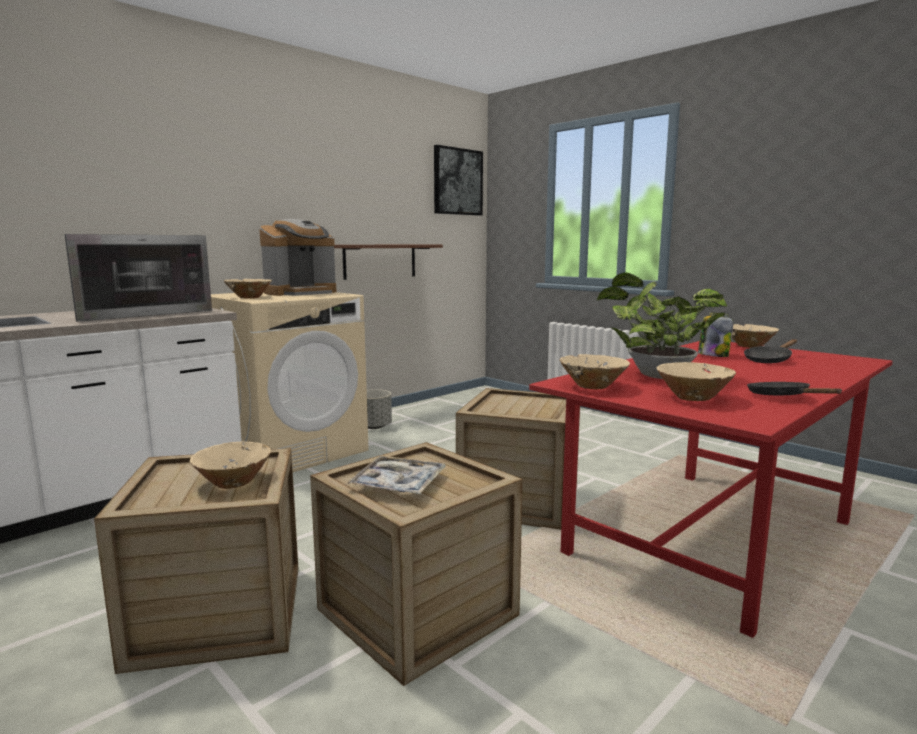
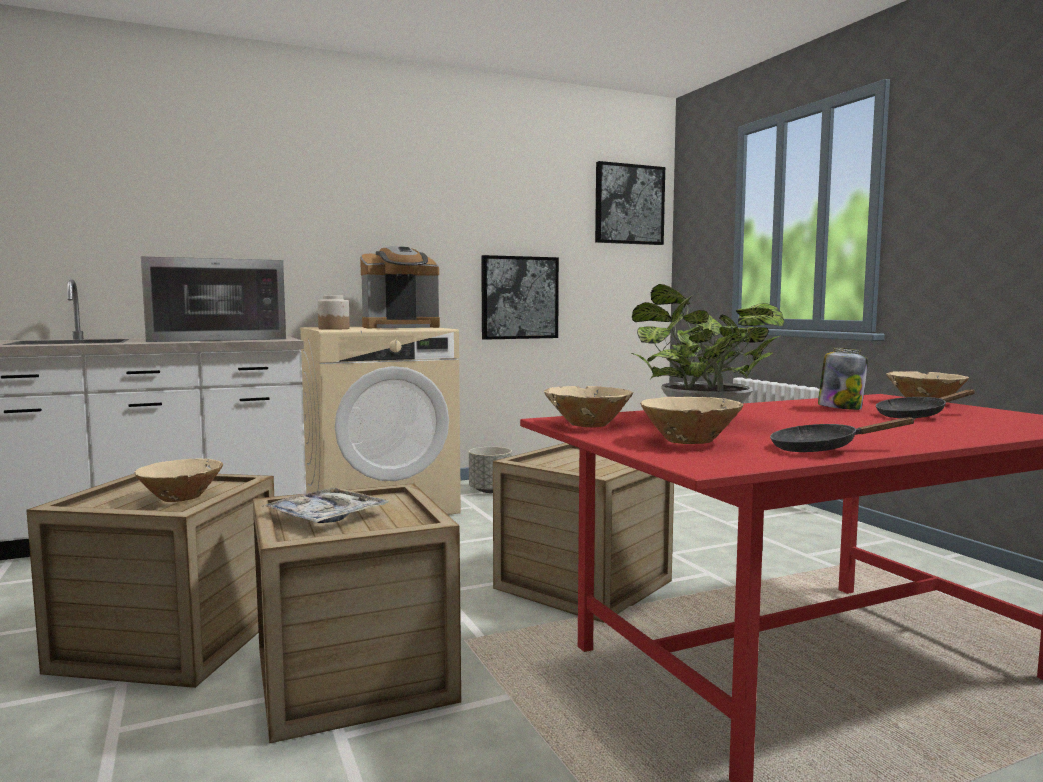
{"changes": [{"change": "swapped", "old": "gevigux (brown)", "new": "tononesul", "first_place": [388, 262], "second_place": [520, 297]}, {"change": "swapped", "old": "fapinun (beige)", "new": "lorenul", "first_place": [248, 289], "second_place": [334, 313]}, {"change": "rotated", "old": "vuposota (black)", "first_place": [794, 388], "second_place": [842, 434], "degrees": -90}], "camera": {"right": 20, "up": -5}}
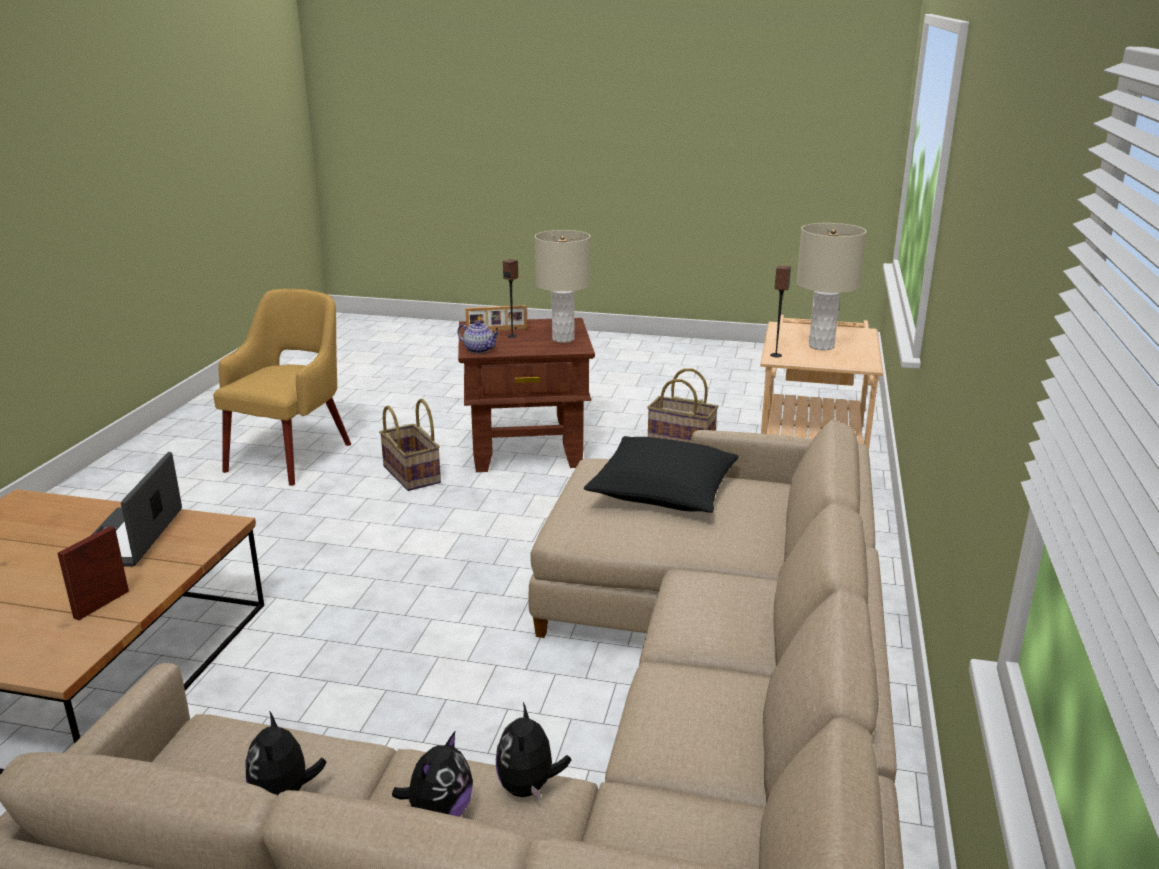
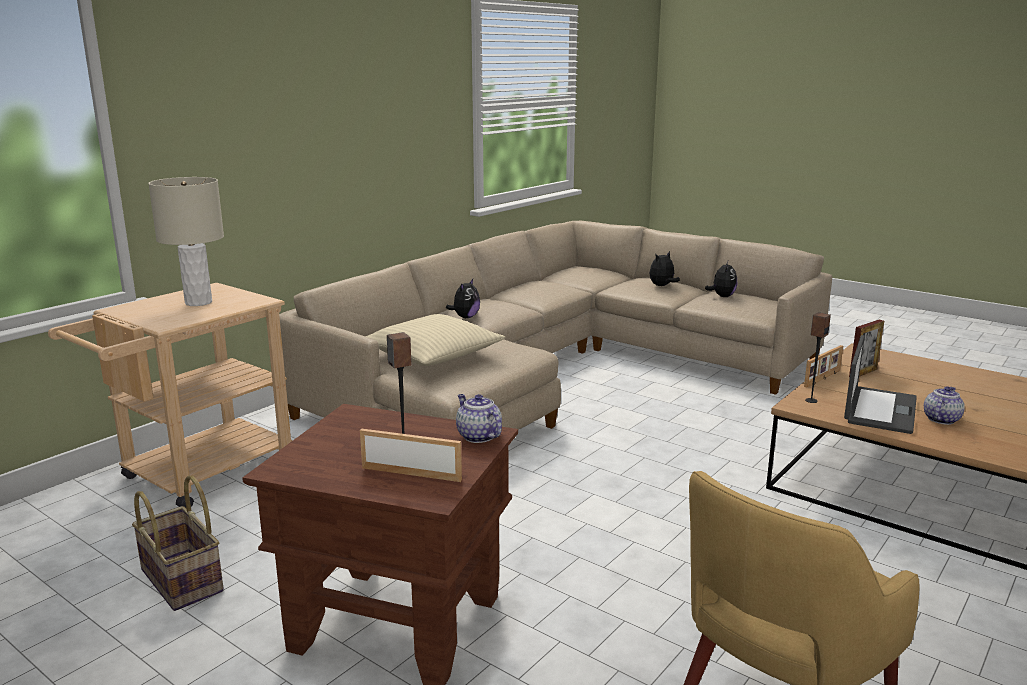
{"changes": [{"change": "gone", "old": "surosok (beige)", "first_place": [562, 286]}, {"change": "shifted", "old": "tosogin", "first_place": [780, 311], "second_place": [818, 357]}, {"change": "gone", "old": "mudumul", "first_place": [410, 445]}, {"change": "repainted", "old": "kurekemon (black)", "new": "kurekemon (beige)", "first_place": [661, 474], "second_place": [435, 340]}, {"change": "shifted", "old": "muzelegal", "first_place": [533, 750], "second_place": [463, 298]}, {"change": "new", "new": "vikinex", "second_place": [823, 366]}, {"change": "new", "new": "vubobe", "second_place": [944, 406]}], "camera": {"right": -155, "up": -5}}
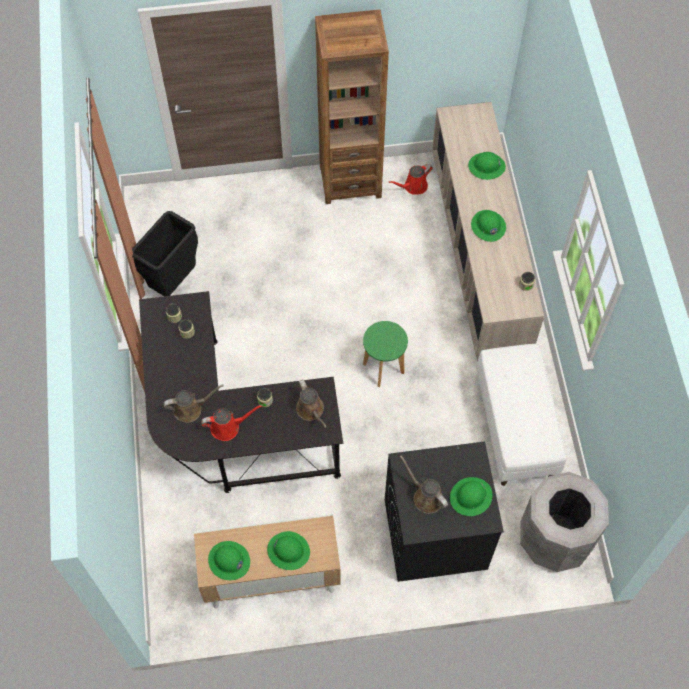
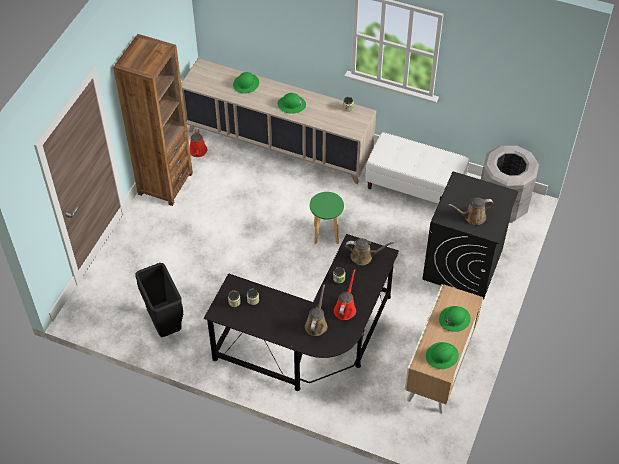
{"changes": [{"change": "gone", "old": "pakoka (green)", "first_place": [471, 496]}], "camera": {"right": -60, "up": -10}}
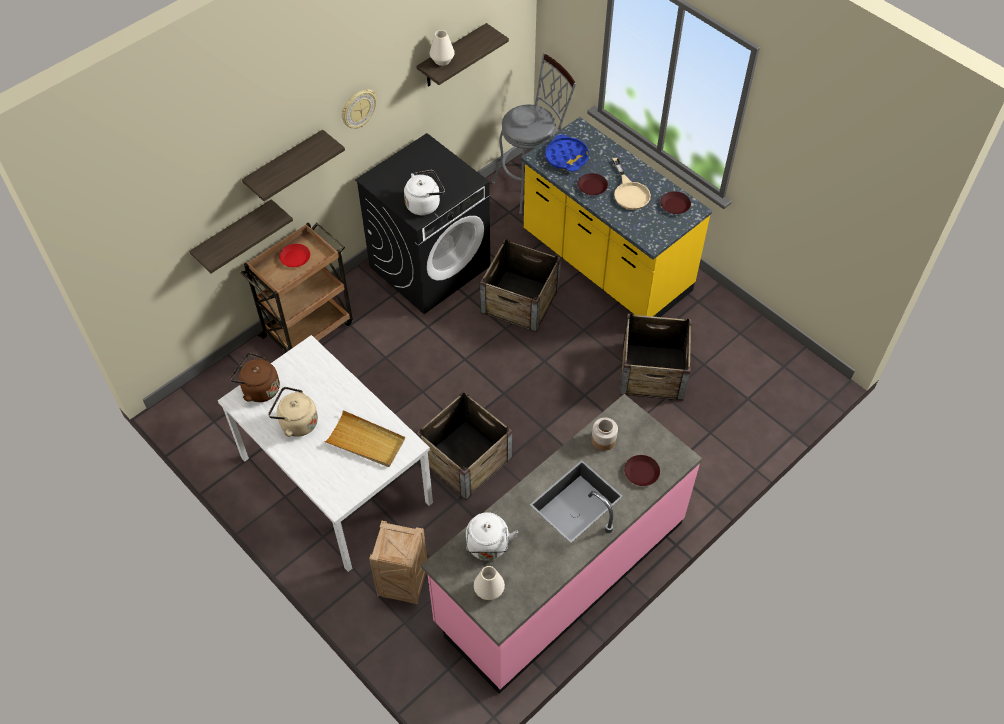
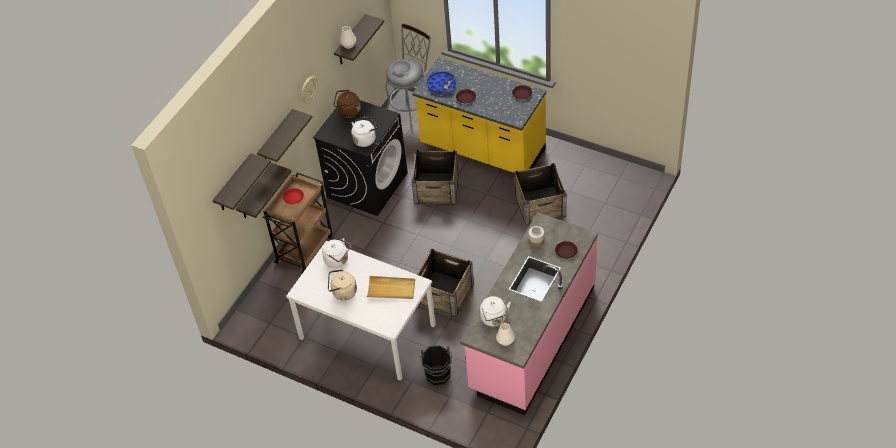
{"changes": [{"change": "gone", "old": "vuposota (beige)", "first_place": [631, 184]}, {"change": "shifted", "old": "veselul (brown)", "first_place": [255, 377], "second_place": [347, 104]}, {"change": "swapped", "old": "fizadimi", "new": "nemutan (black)", "first_place": [398, 562], "second_place": [436, 365]}, {"change": "new", "new": "gevigux", "second_place": [241, 181]}, {"change": "new", "new": "veselul (white)", "second_place": [336, 253]}], "camera": {"right": -15, "up": -5}}
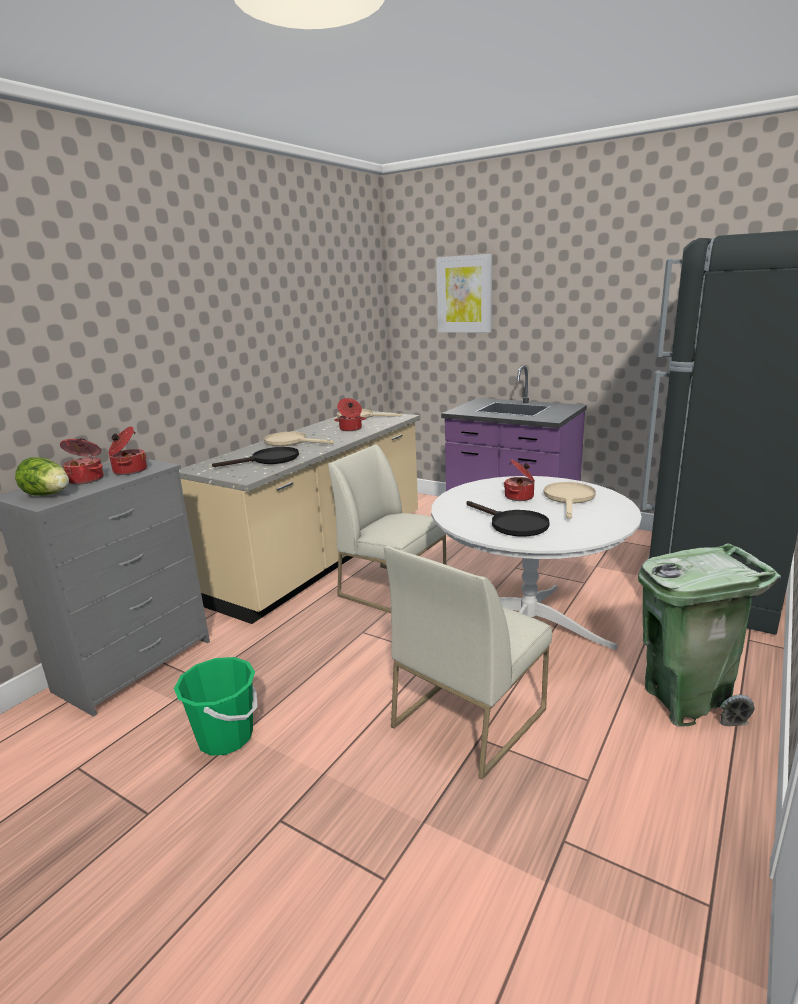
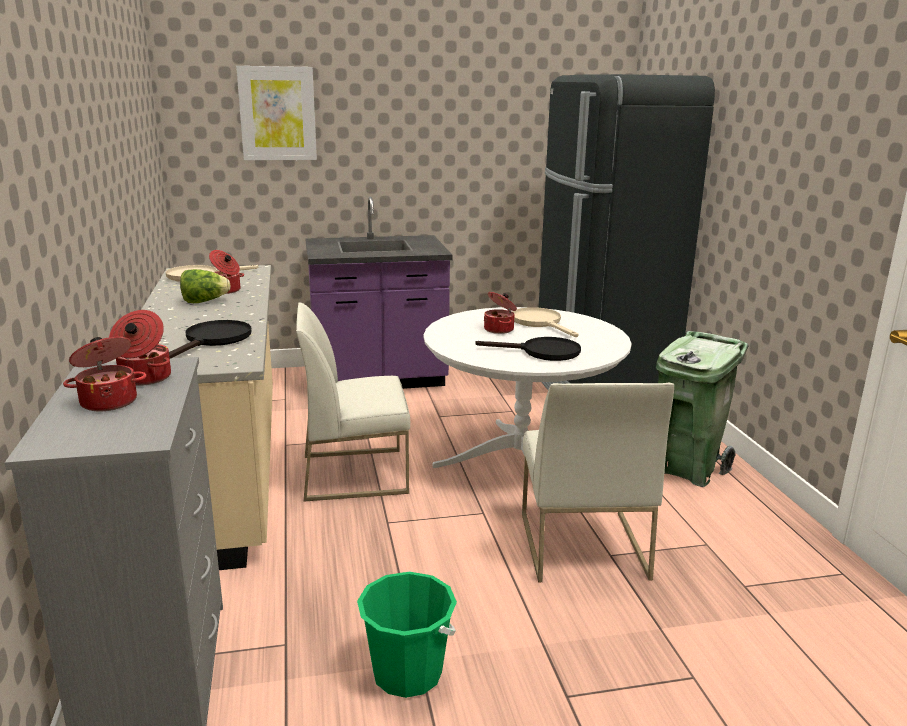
{"changes": [{"change": "gone", "old": "vuposota (beige)", "first_place": [299, 439]}, {"change": "shifted", "old": "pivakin", "first_place": [42, 476], "second_place": [205, 286]}], "camera": {"right": -45, "up": 0}}
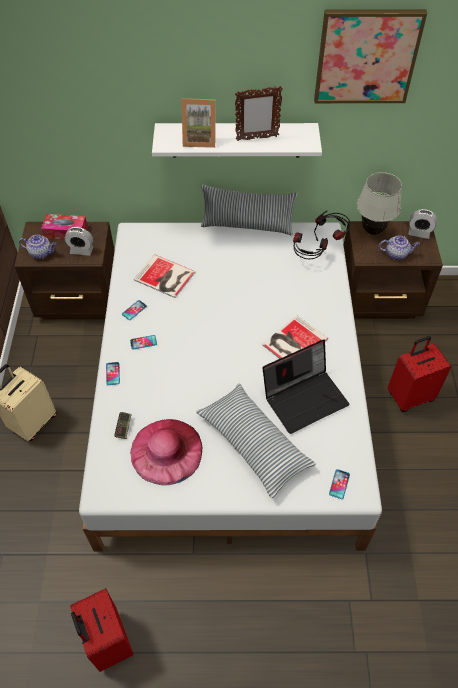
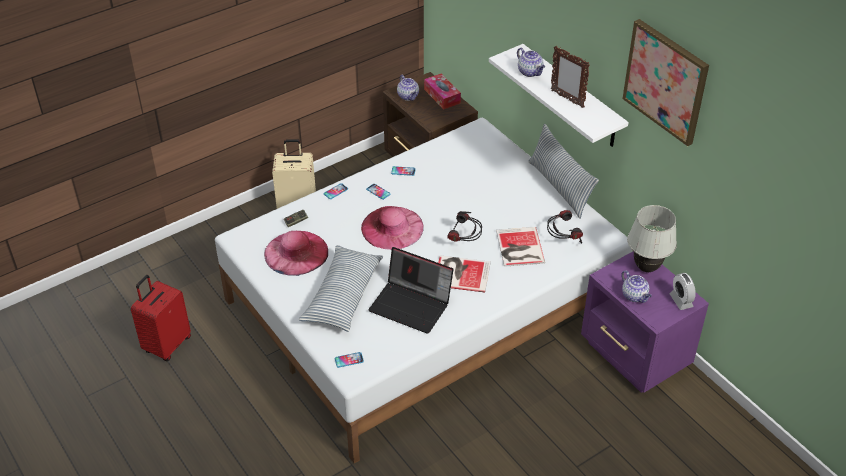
{"changes": [{"change": "swapped", "old": "vikinex", "new": "vubobe", "first_place": [199, 123], "second_place": [531, 62]}, {"change": "shifted", "old": "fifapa", "first_place": [332, 225], "second_place": [464, 226]}, {"change": "repainted", "old": "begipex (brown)", "new": "begipex (purple)", "first_place": [393, 270], "second_place": [645, 322]}, {"change": "gone", "old": "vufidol", "first_place": [79, 241]}, {"change": "shifted", "old": "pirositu", "first_place": [164, 276], "second_place": [520, 247]}, {"change": "gone", "old": "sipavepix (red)", "first_place": [419, 374]}, {"change": "new", "new": "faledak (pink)", "second_place": [392, 228]}], "camera": {"right": 55, "up": -10}}
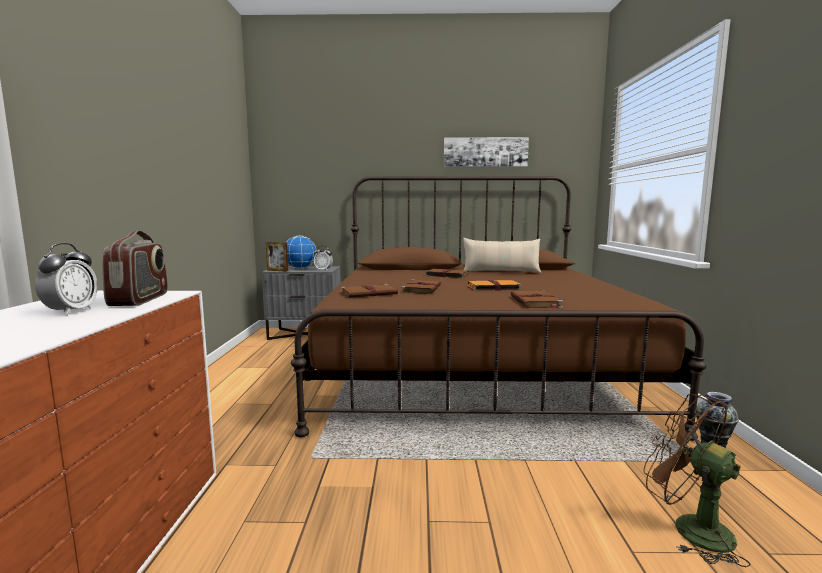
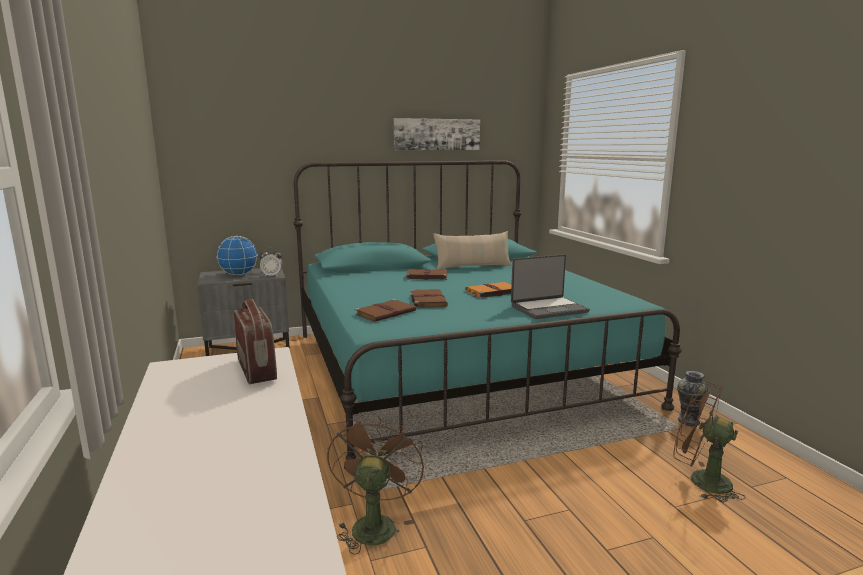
{"changes": [{"change": "repainted", "old": "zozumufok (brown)", "new": "zozumufok (turquoise)", "first_place": [499, 308], "second_place": [487, 315]}, {"change": "gone", "old": "vikinex", "first_place": [277, 257]}, {"change": "gone", "old": "vufidol", "first_place": [66, 279]}, {"change": "swapped", "old": "pirositu (brown)", "new": "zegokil", "first_place": [537, 300], "second_place": [550, 286]}, {"change": "new", "new": "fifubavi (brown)", "second_place": [375, 484]}], "camera": {"right": -20, "up": 5}}
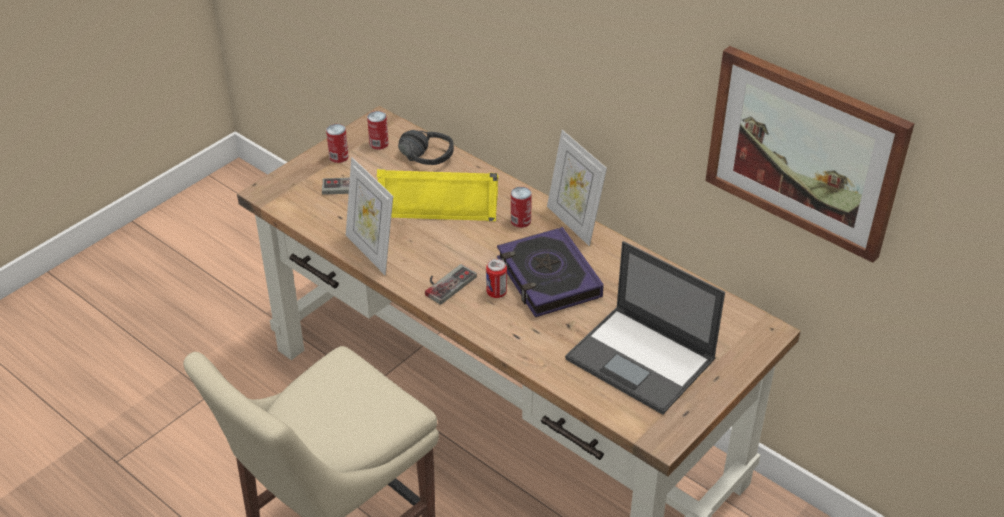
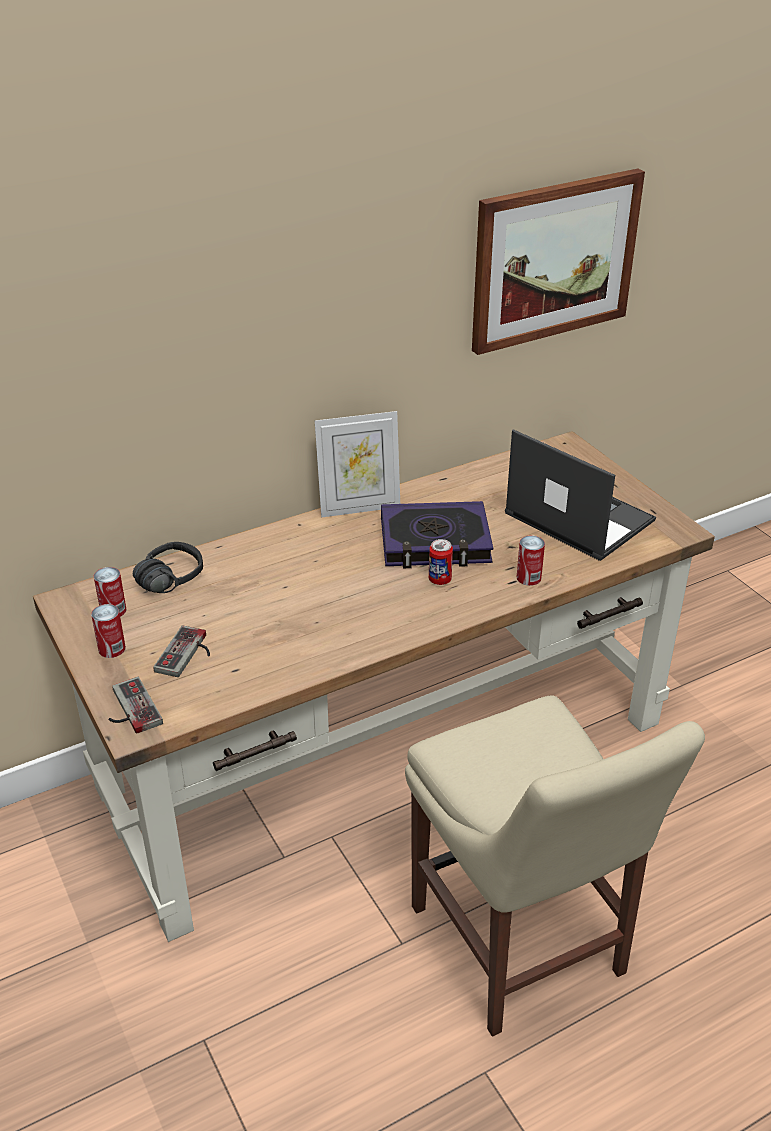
{"changes": [{"change": "gone", "old": "vikinex", "first_place": [369, 216]}, {"change": "gone", "old": "tosogin (yellow)", "first_place": [437, 195]}, {"change": "shifted", "old": "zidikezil", "first_place": [521, 207], "second_place": [531, 560]}, {"change": "rotated", "old": "zegokil", "first_place": [645, 328], "second_place": [580, 495], "degrees": -105}, {"change": "shifted", "old": "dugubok", "first_place": [451, 284], "second_place": [136, 705]}], "camera": {"right": -70, "up": -5}}
